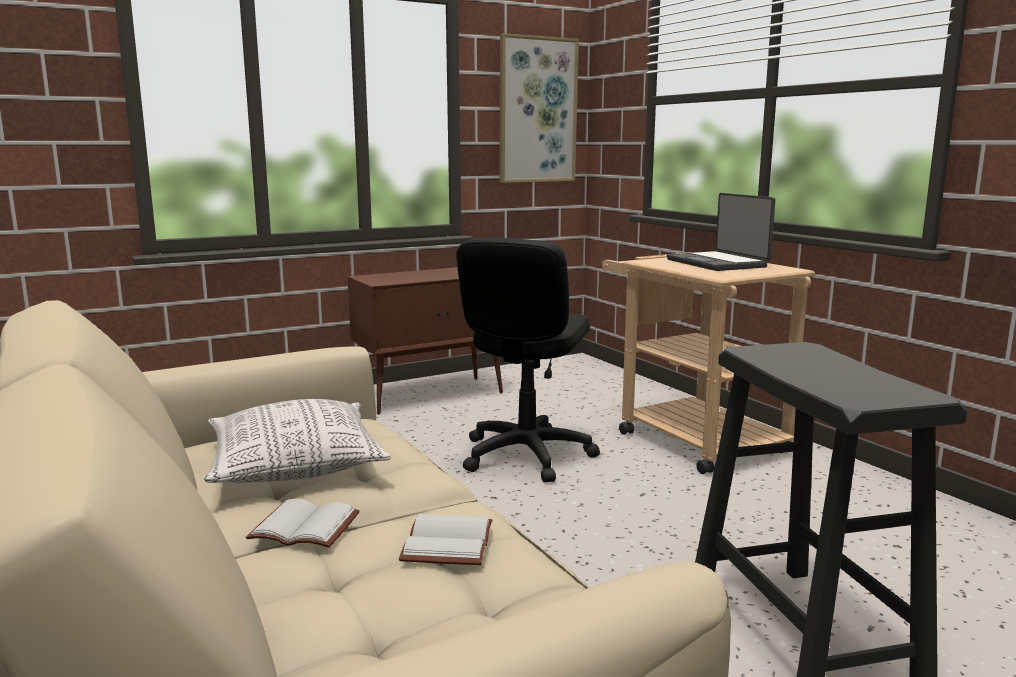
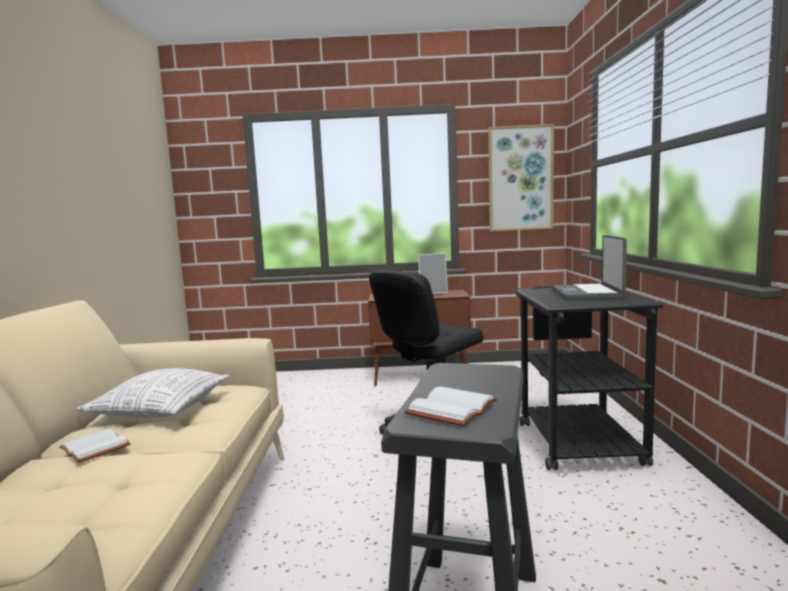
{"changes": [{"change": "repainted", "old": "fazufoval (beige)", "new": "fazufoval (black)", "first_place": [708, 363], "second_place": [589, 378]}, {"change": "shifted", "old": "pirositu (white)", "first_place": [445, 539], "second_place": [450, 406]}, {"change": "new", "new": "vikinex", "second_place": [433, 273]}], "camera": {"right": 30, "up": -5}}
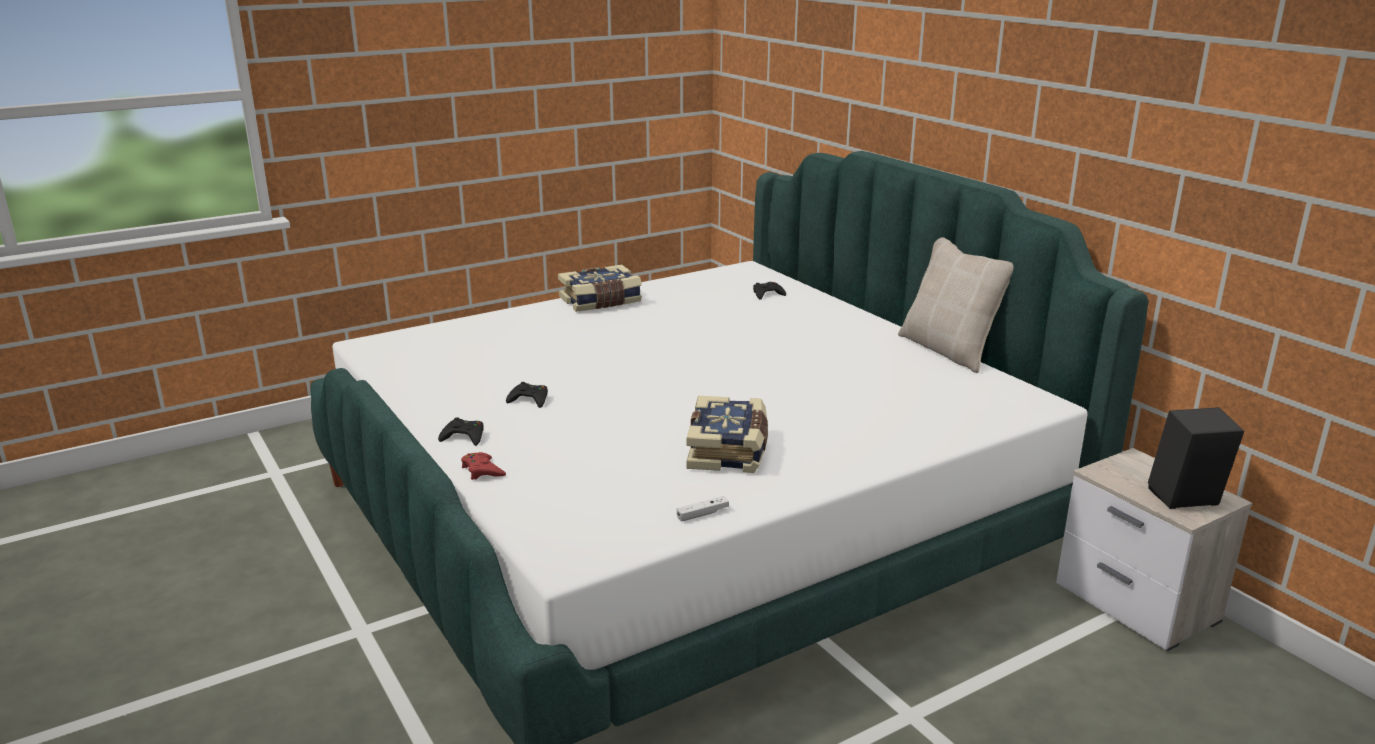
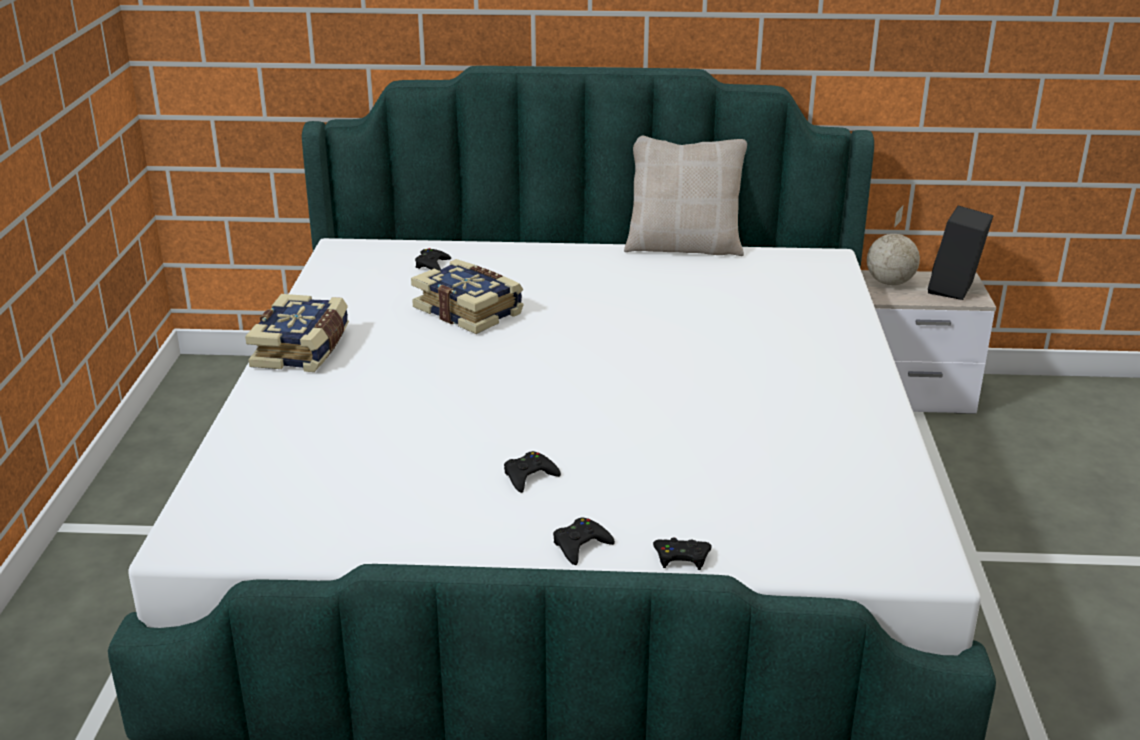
{"changes": [{"change": "shifted", "old": "pirositu", "first_place": [727, 434], "second_place": [467, 296]}, {"change": "repainted", "old": "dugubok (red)", "new": "dugubok (black)", "first_place": [483, 466], "second_place": [682, 553]}, {"change": "gone", "old": "dugubok (white)", "first_place": [703, 508]}, {"change": "new", "new": "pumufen", "second_place": [893, 245]}], "camera": {"right": -55, "up": 5}}
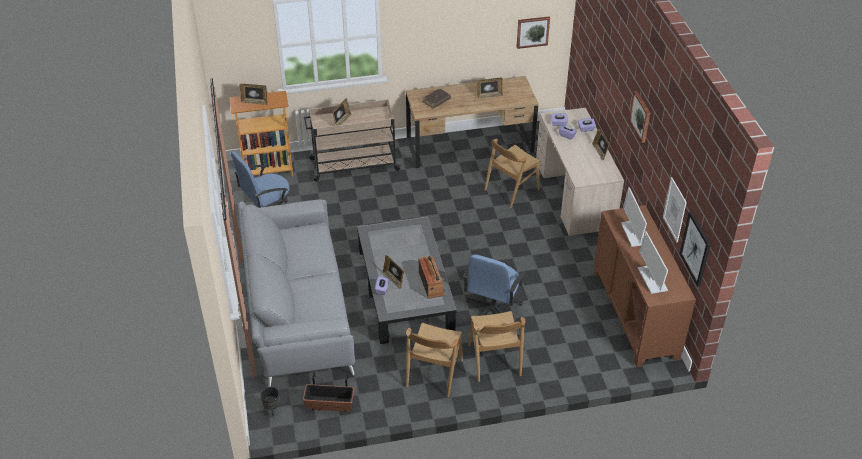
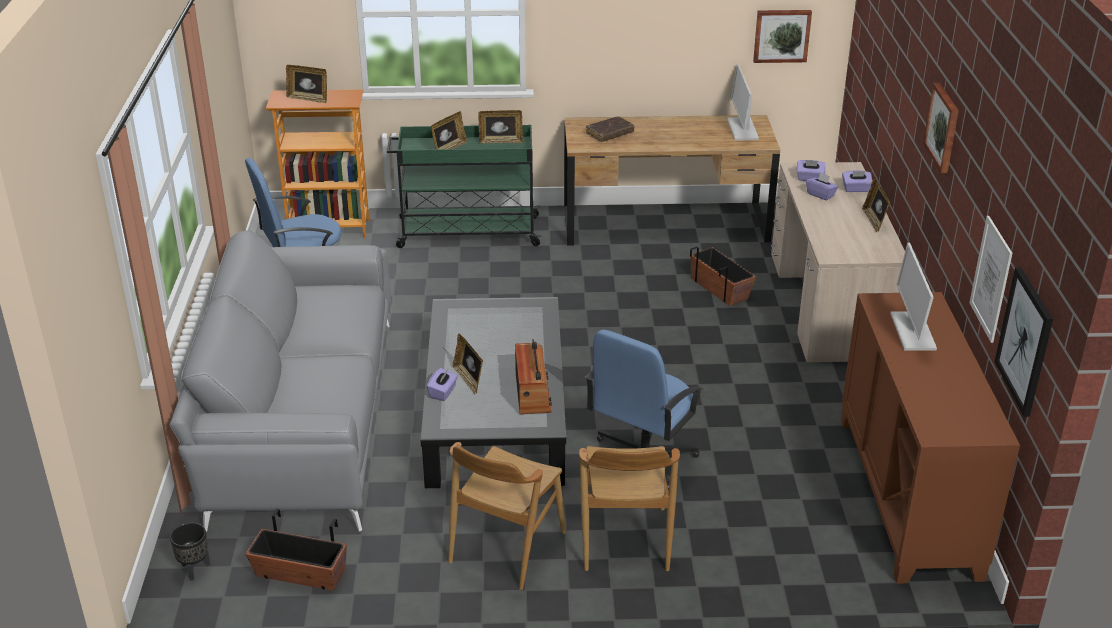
{"changes": [{"change": "shifted", "old": "vikinex", "first_place": [490, 87], "second_place": [500, 126]}, {"change": "repainted", "old": "fazufoval (beige)", "new": "fazufoval (green)", "first_place": [352, 140], "second_place": [464, 186]}, {"change": "swapped", "old": "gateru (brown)", "new": "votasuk", "first_place": [513, 173], "second_place": [723, 276]}, {"change": "shifted", "old": "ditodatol", "first_place": [653, 262], "second_place": [743, 102]}], "camera": {"right": 10, "up": -10}}
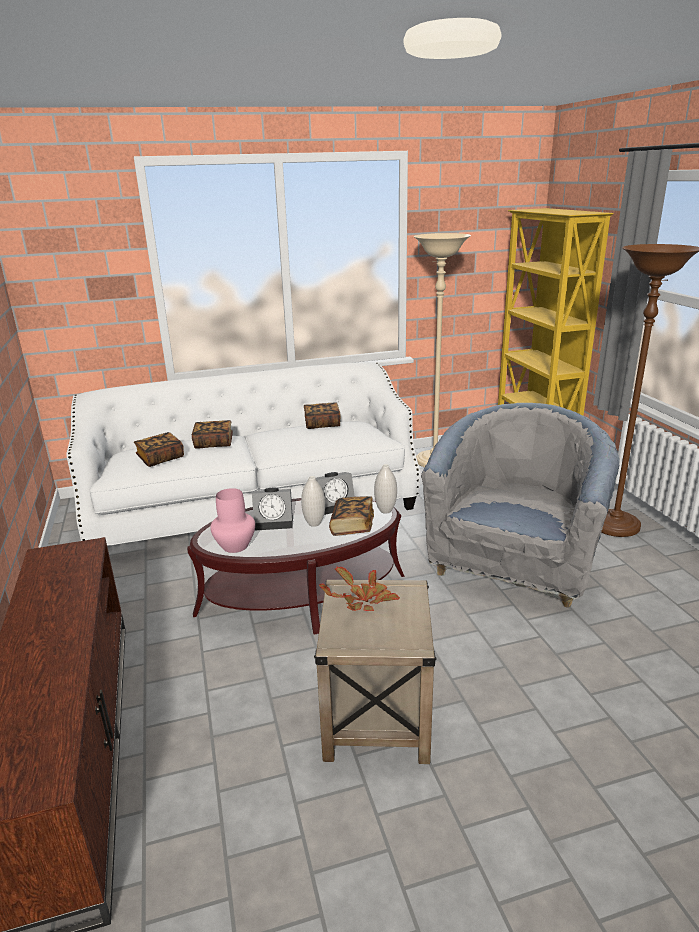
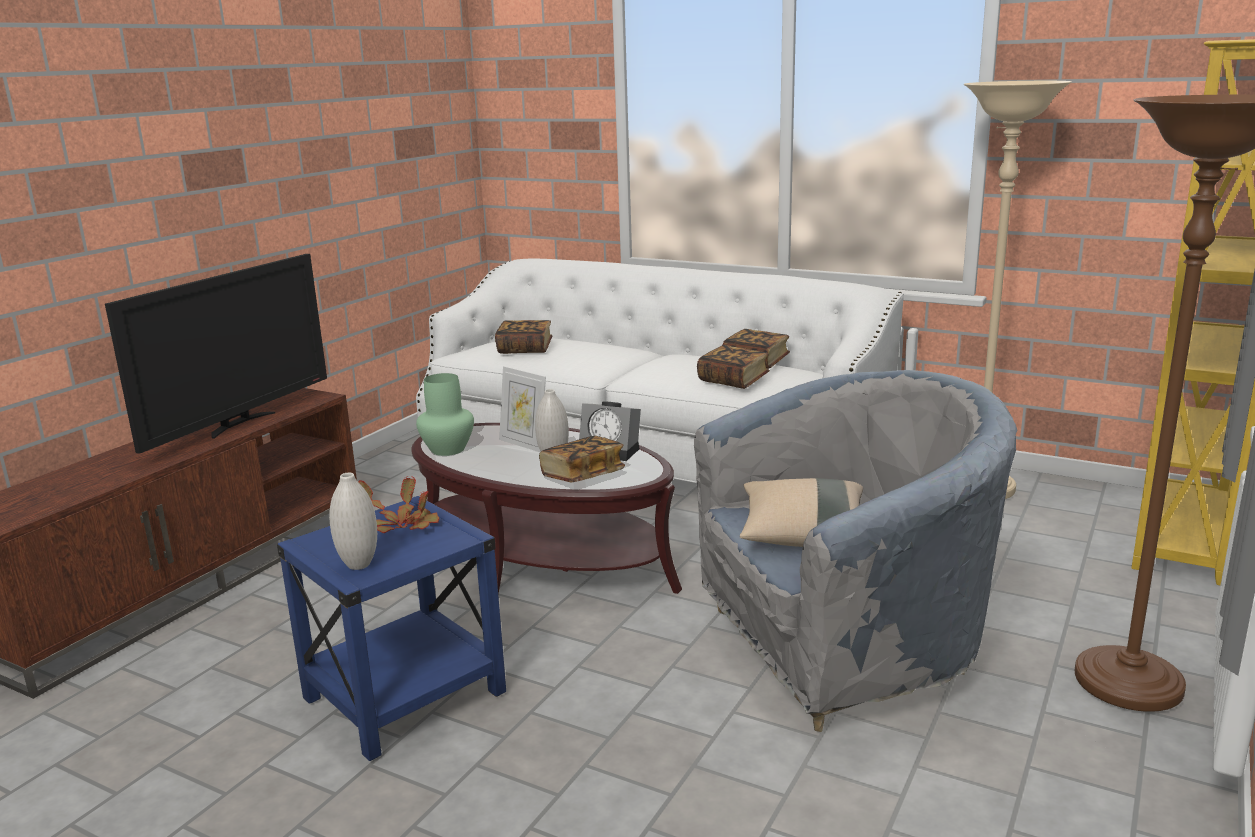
{"changes": [{"change": "shifted", "old": "pirositu", "first_place": [212, 434], "second_place": [733, 367]}, {"change": "shifted", "old": "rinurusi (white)", "first_place": [385, 489], "second_place": [353, 521]}, {"change": "repainted", "old": "rinurusi (pink)", "new": "rinurusi (green)", "first_place": [232, 520], "second_place": [445, 414]}, {"change": "swapped", "old": "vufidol", "new": "vikinex", "first_place": [272, 509], "second_place": [522, 409]}, {"change": "repainted", "old": "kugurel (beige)", "new": "kugurel (blue)", "first_place": [375, 672], "second_place": [391, 628]}, {"change": "new", "new": "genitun", "second_place": [216, 354]}, {"change": "new", "new": "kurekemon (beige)", "second_place": [801, 512]}], "camera": {"right": 45, "up": -5}}
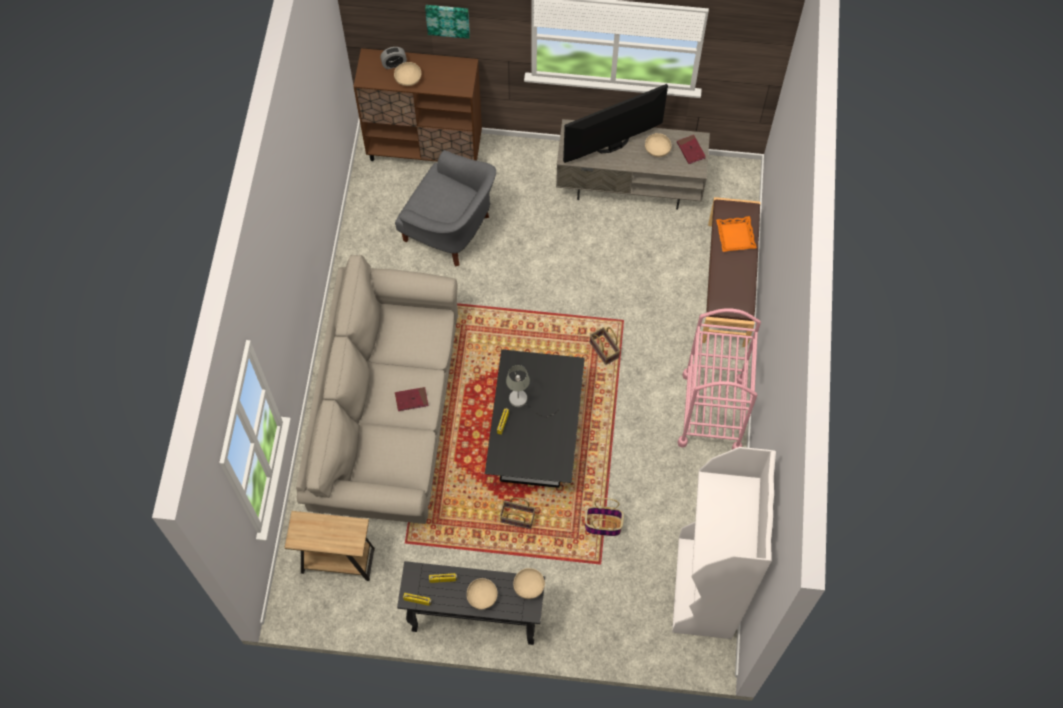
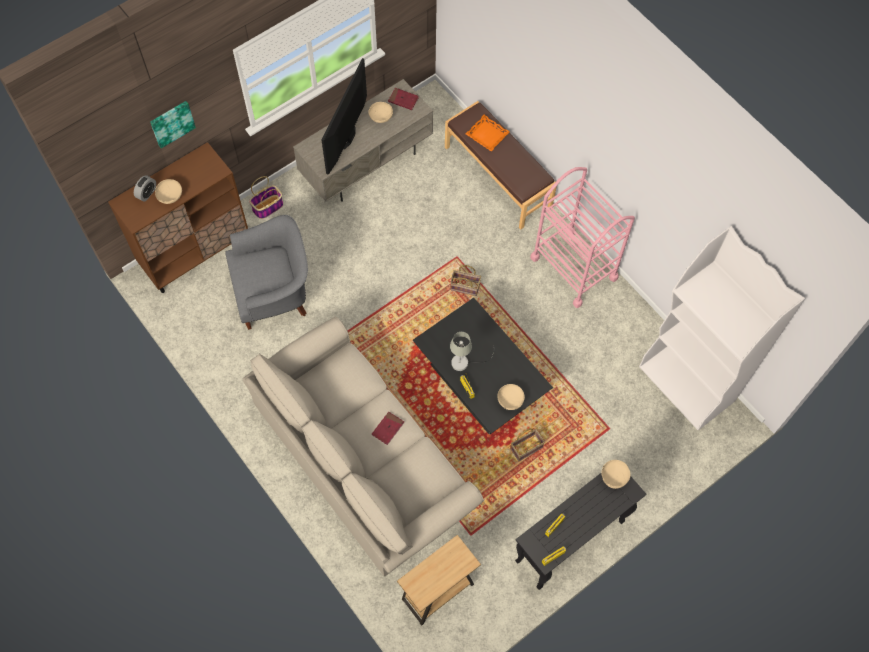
{"changes": [{"change": "shifted", "old": "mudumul", "first_place": [604, 517], "second_place": [266, 197]}, {"change": "shifted", "old": "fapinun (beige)", "first_place": [482, 594], "second_place": [511, 397]}], "camera": {"right": -45, "up": 0}}
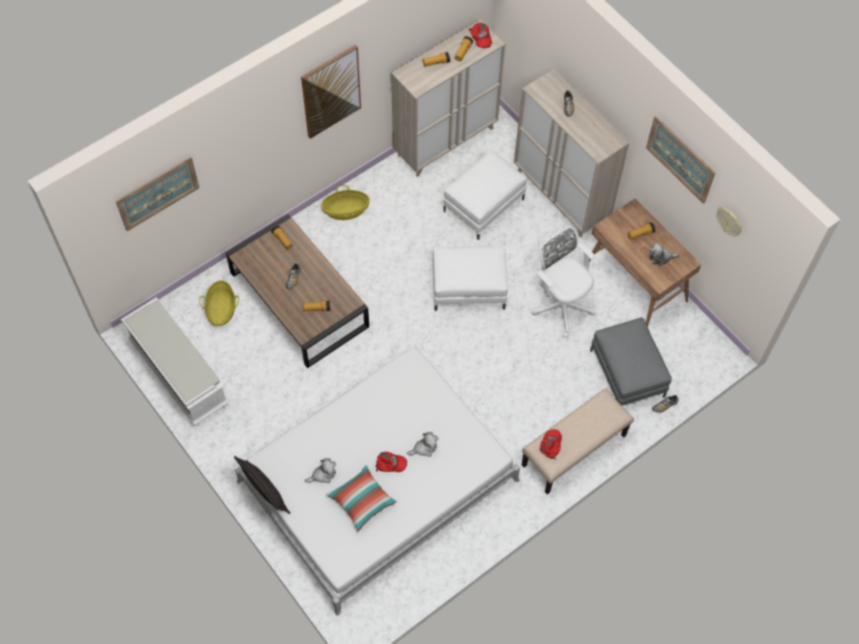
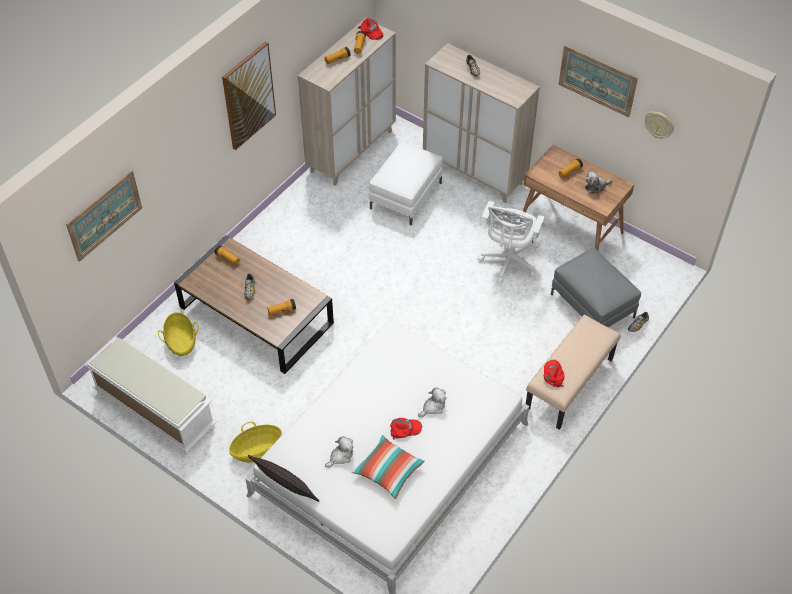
{"changes": [{"change": "shifted", "old": "mudumul", "first_place": [345, 202], "second_place": [255, 442]}, {"change": "rotated", "old": "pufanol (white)", "first_place": [564, 282], "second_place": [511, 242], "degrees": -105}, {"change": "gone", "old": "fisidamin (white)", "first_place": [470, 278]}], "camera": {"right": -15, "up": -10}}
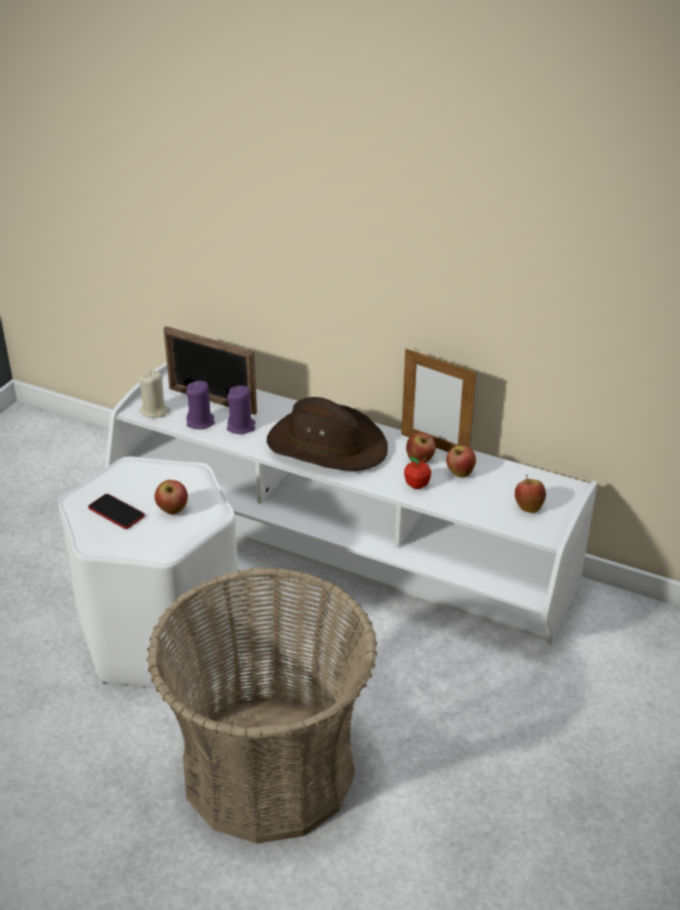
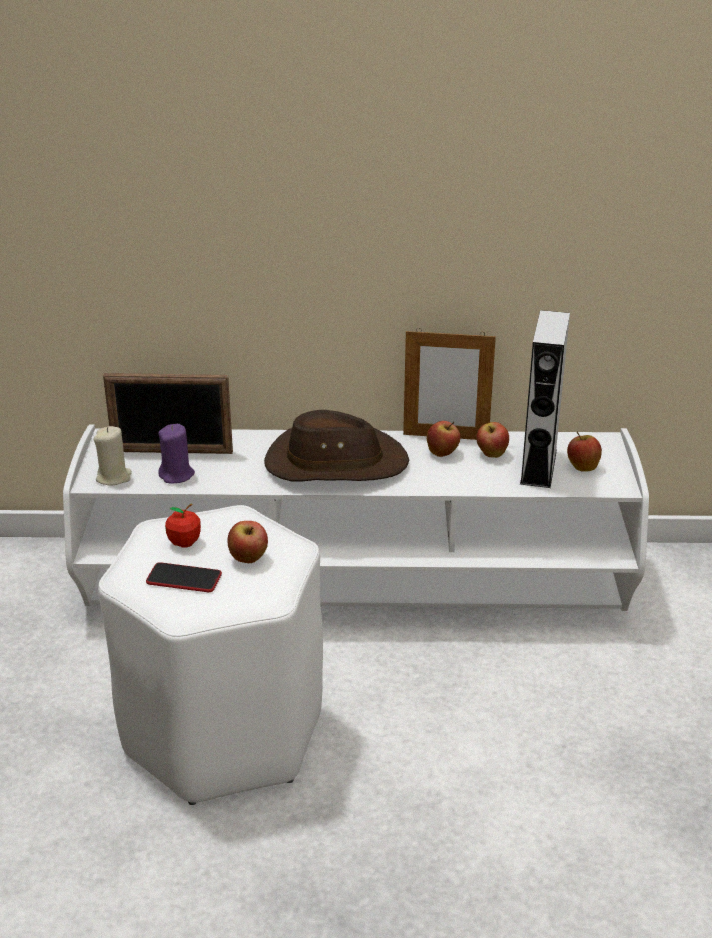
{"changes": [{"change": "gone", "old": "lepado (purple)", "first_place": [241, 409]}, {"change": "shifted", "old": "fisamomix", "first_place": [417, 473], "second_place": [183, 525]}, {"change": "gone", "old": "mudumul", "first_place": [262, 705]}, {"change": "new", "new": "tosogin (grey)", "second_place": [545, 399]}], "camera": {"right": -25, "up": -5}}
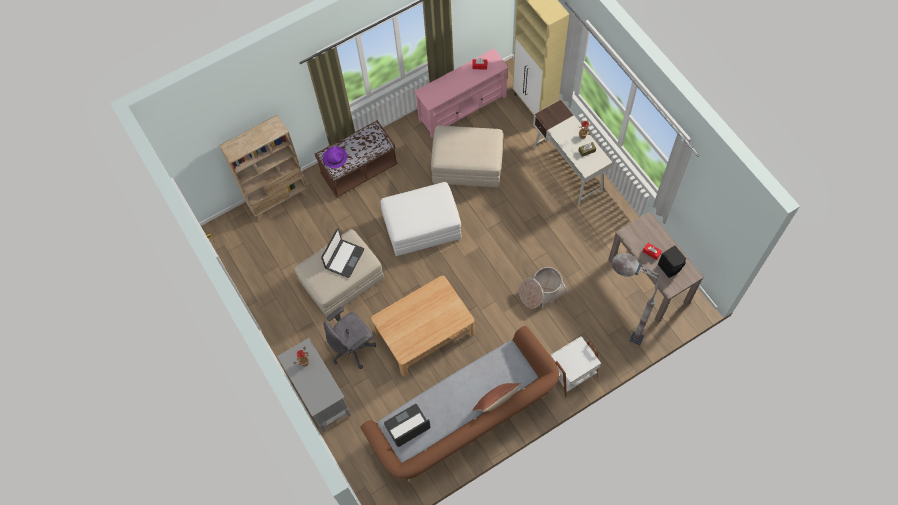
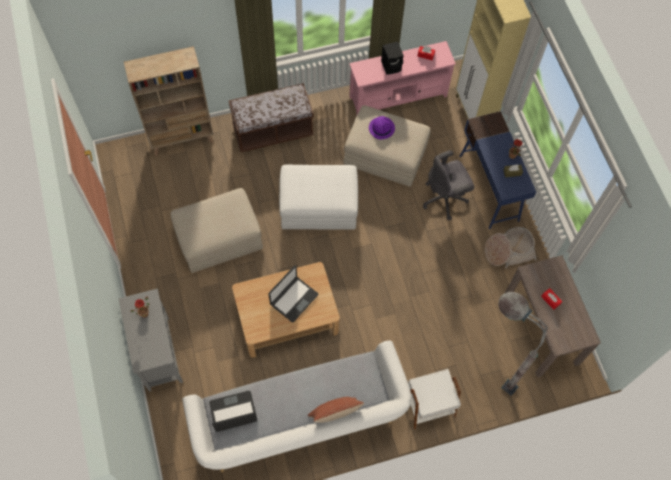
{"changes": [{"change": "repainted", "old": "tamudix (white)", "new": "tamudix (blue)", "first_place": [572, 152], "second_place": [497, 170]}, {"change": "shifted", "old": "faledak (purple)", "first_place": [335, 157], "second_place": [382, 127]}, {"change": "shifted", "old": "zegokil", "first_place": [342, 253], "second_place": [293, 294]}, {"change": "shifted", "old": "tosogin (black)", "first_place": [672, 261], "second_place": [392, 58]}, {"change": "shifted", "old": "mudumul", "first_place": [544, 288], "second_place": [511, 248]}, {"change": "shifted", "old": "pufanol (grey)", "first_place": [350, 338], "second_place": [448, 185]}, {"change": "repainted", "old": "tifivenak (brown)", "new": "tifivenak (white)", "first_place": [459, 404], "second_place": [296, 406]}], "camera": {"right": 10, "up": 0}}
